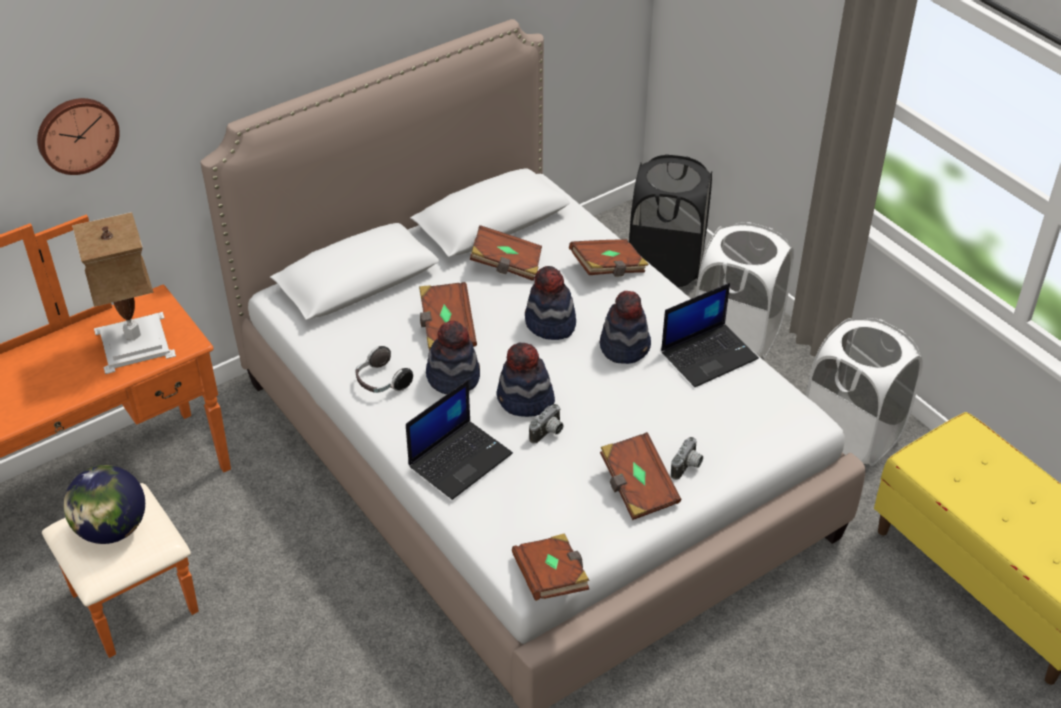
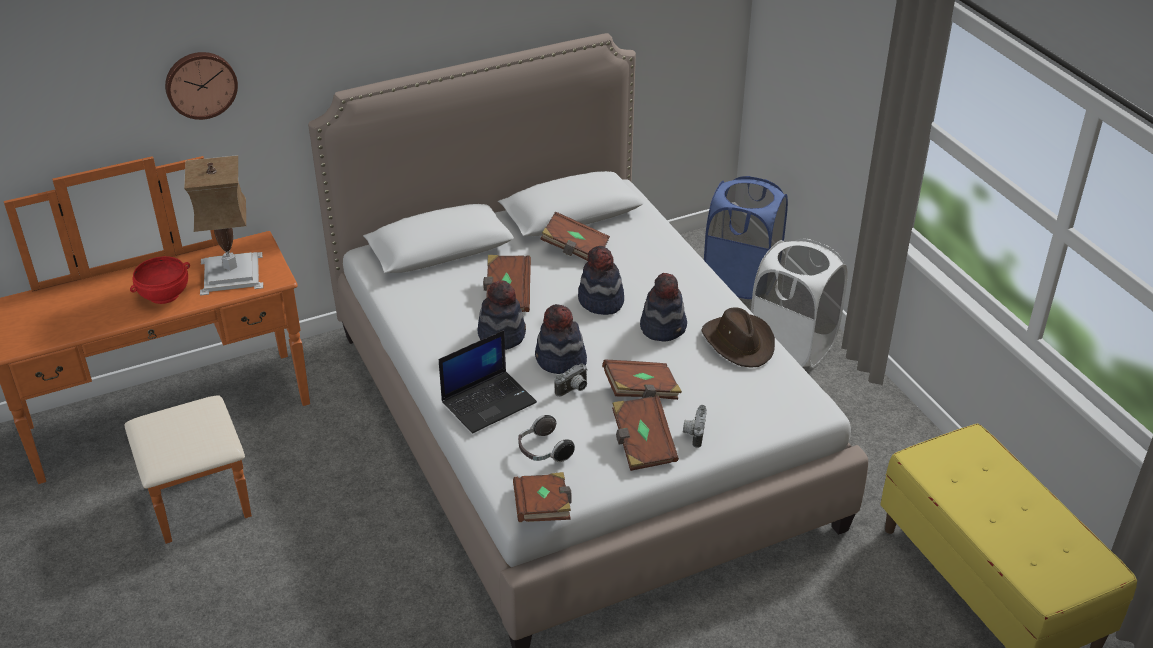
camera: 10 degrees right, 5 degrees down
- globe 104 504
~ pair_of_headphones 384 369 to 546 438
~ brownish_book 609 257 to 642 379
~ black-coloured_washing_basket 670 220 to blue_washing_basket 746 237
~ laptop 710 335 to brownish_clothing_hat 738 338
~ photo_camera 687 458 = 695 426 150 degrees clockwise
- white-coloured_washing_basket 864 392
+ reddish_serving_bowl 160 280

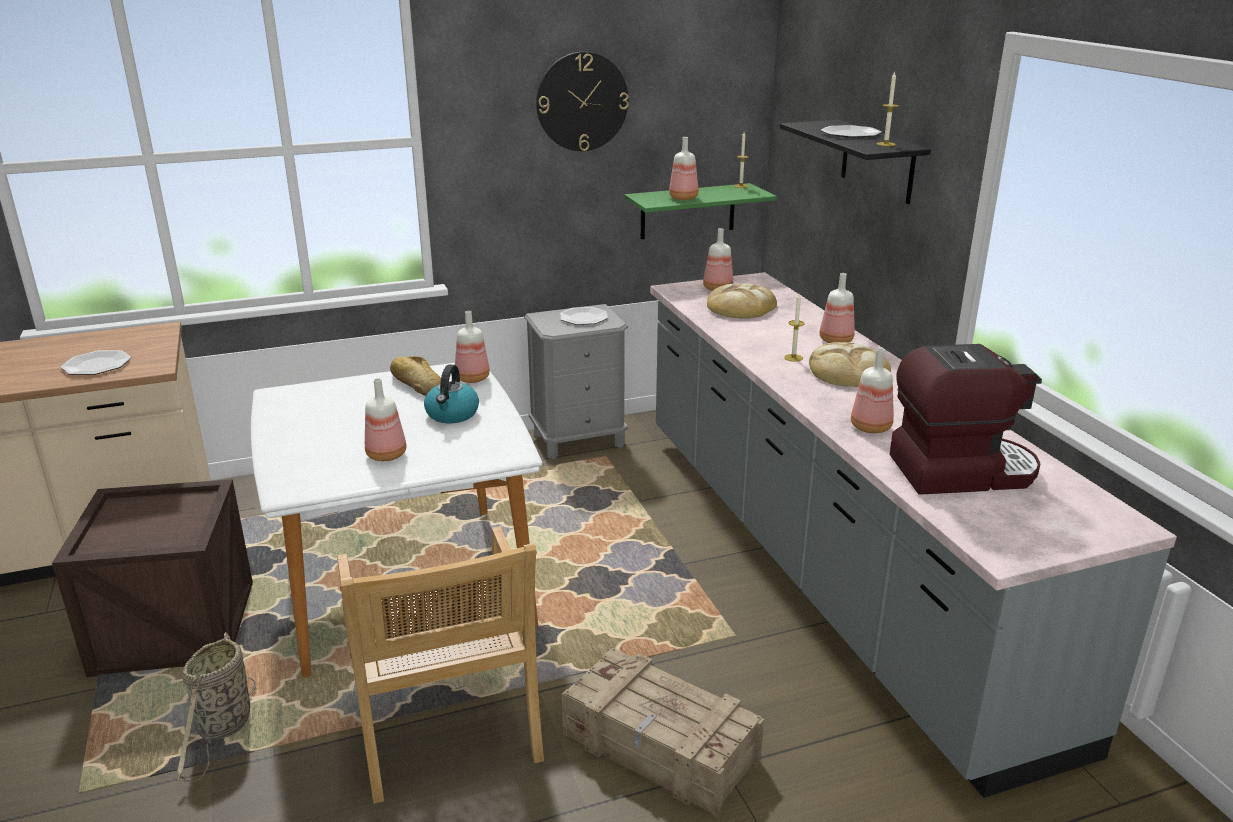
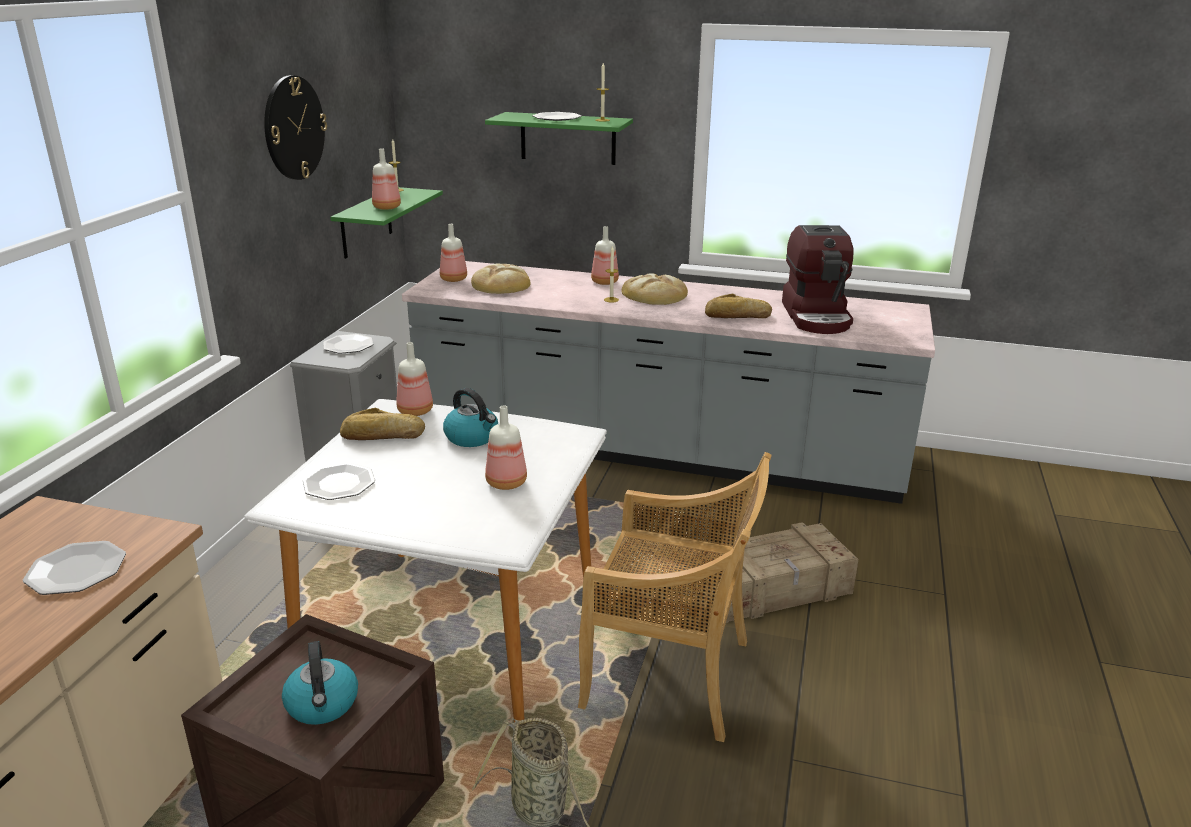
camera: 55 degrees left, 0 degrees up
~ black-coloured_wall_shelf 855 162 to green_wall_shelf 559 138
~ drink_bottle 872 390 to bread 738 306
~ coffee_maker 965 419 = 817 279 150 degrees clockwise
+ kettle 320 683
+ flat_dish 339 481

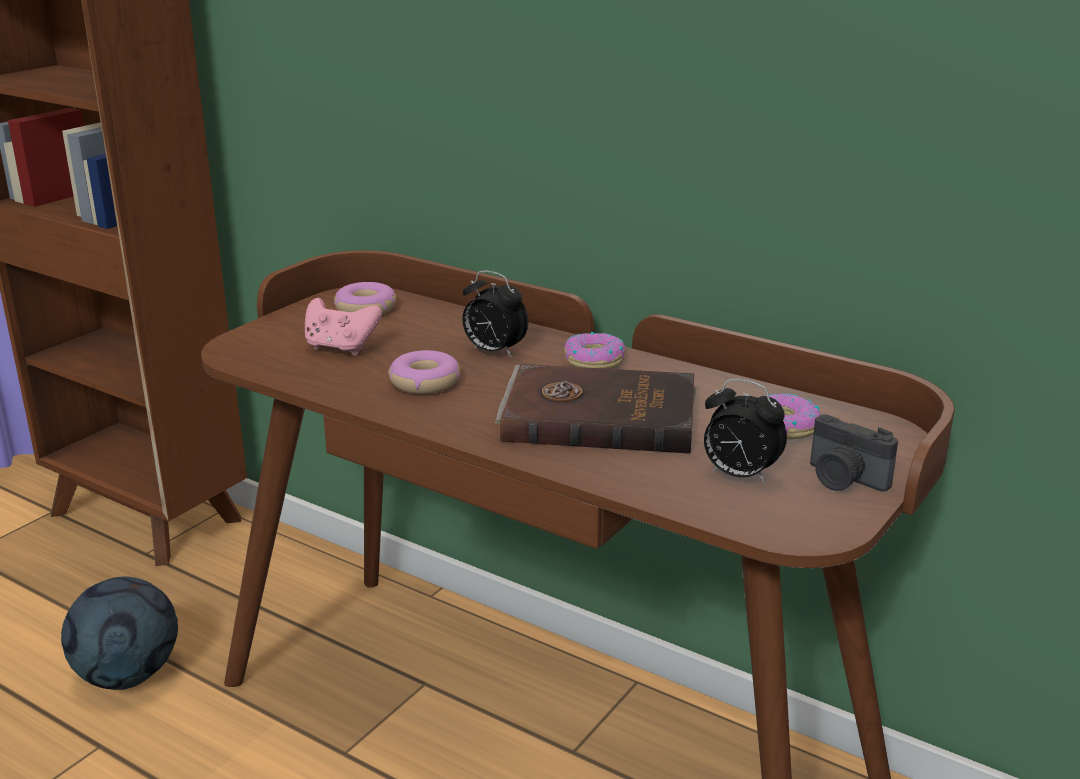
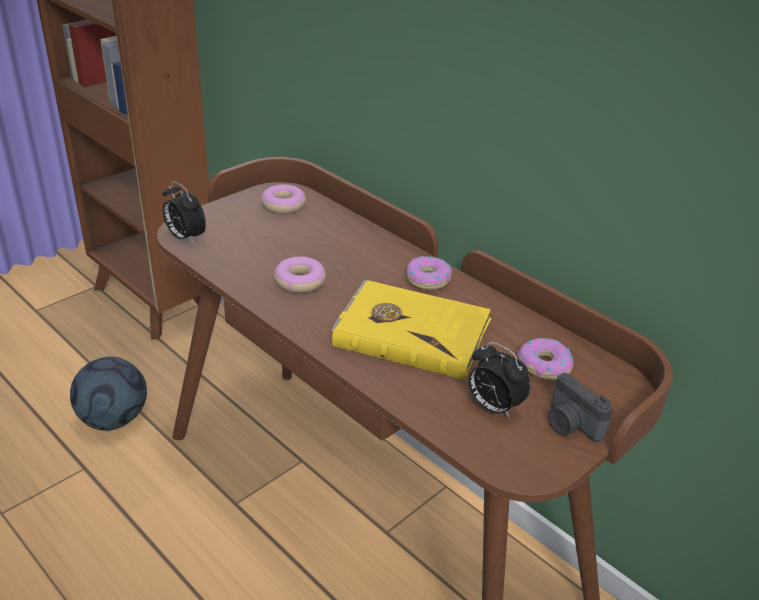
camera: 10 degrees right, 10 degrees up
- pink_gamepad 343 326
~ alarm_clock 495 314 to 184 213
~ brownish_book 596 409 to yellow-coloured_book 411 330

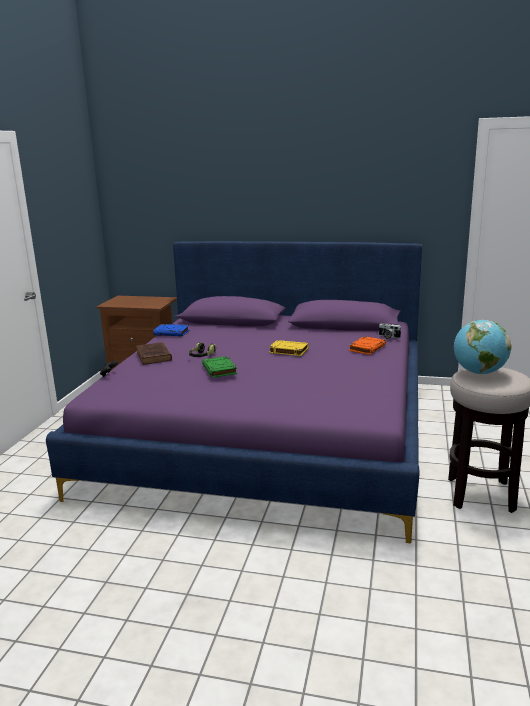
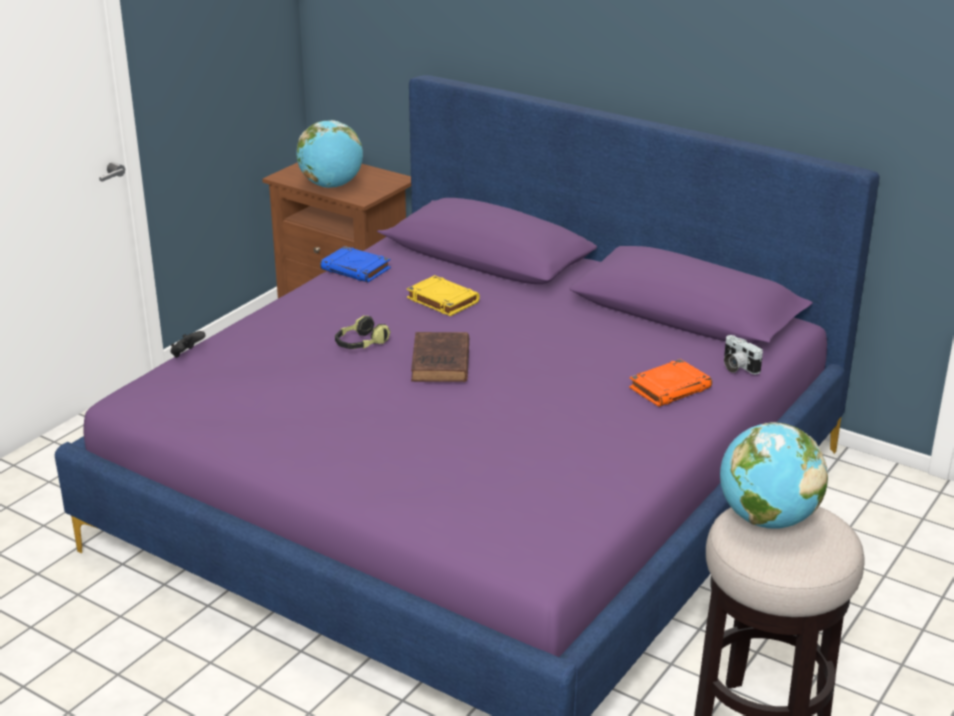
camera: 20 degrees right, 10 degrees up
~ brownish_book 154 353 to 440 357
- green_book 219 367
~ yellow-coloured_book 289 348 to 443 295
+ globe 329 154

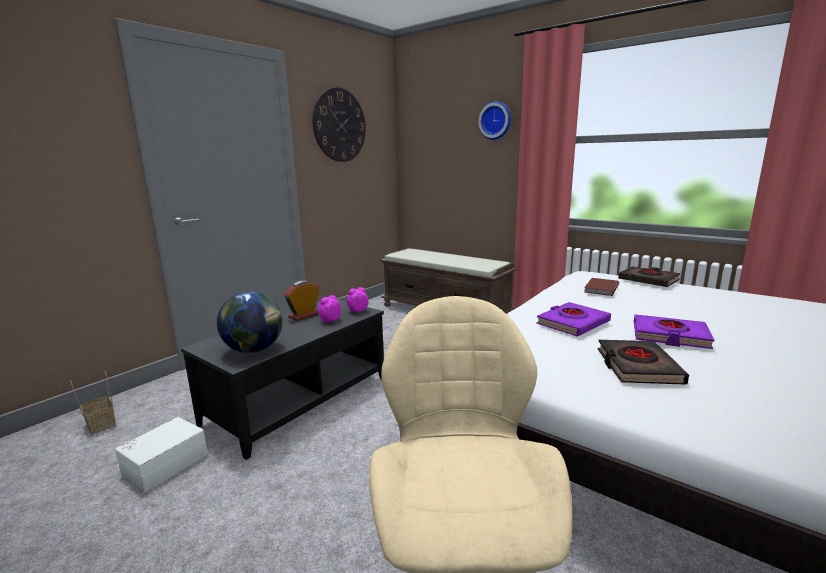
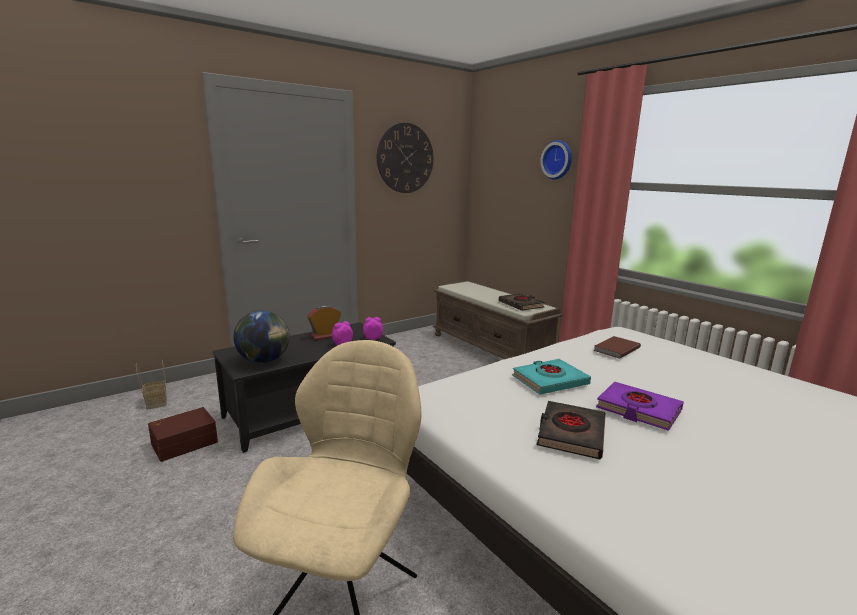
camera: 15 degrees right, 0 degrees up
~ white-coloured_storage_container 161 454 to brownish_storage_container 183 434
~ purplish_book 573 319 to turquoise_book 551 377
~ black-coloured_book 649 276 to 522 302

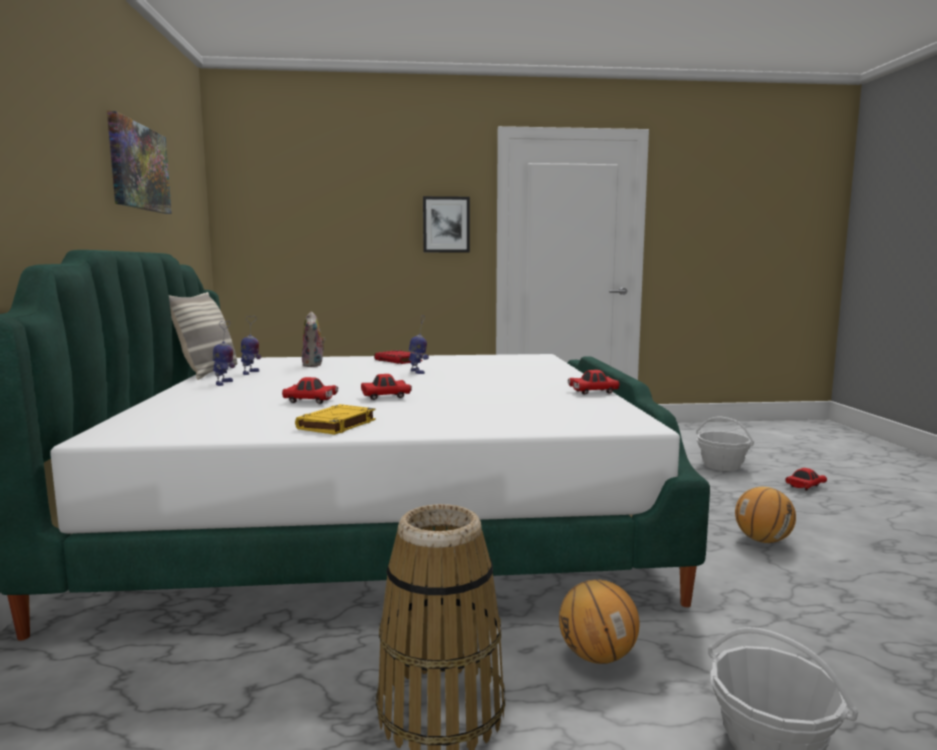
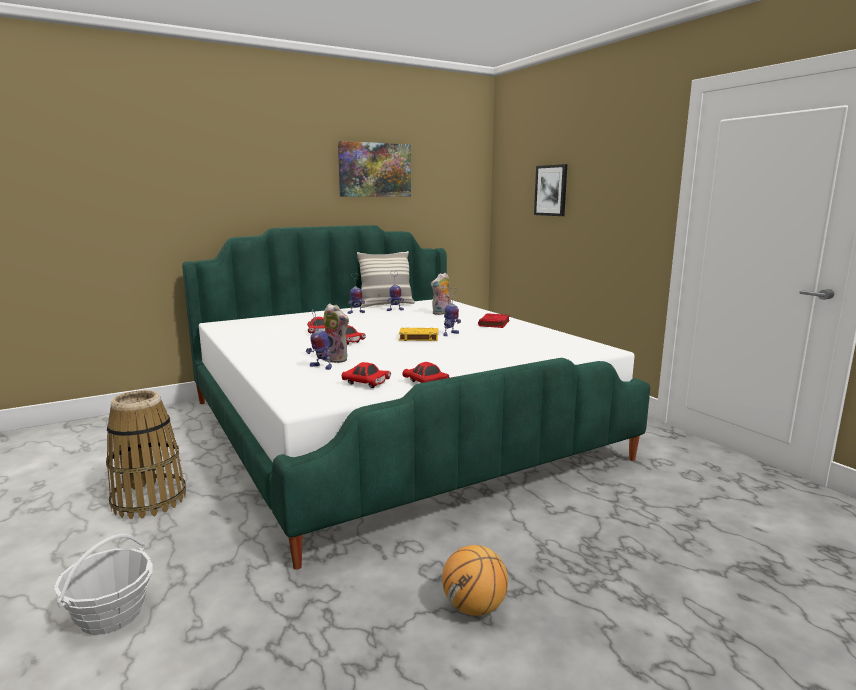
camera: 65 degrees right, 5 degrees up
~ yellow-coloured_book 335 419 to 418 334
~ wall_picture 446 224 to 550 190
- ball_for_basketball 599 621
- household_basket 725 444
~ reddish_model_car 806 479 to 366 375
+ toy_robot 319 340
+ cuddly_toy 335 333

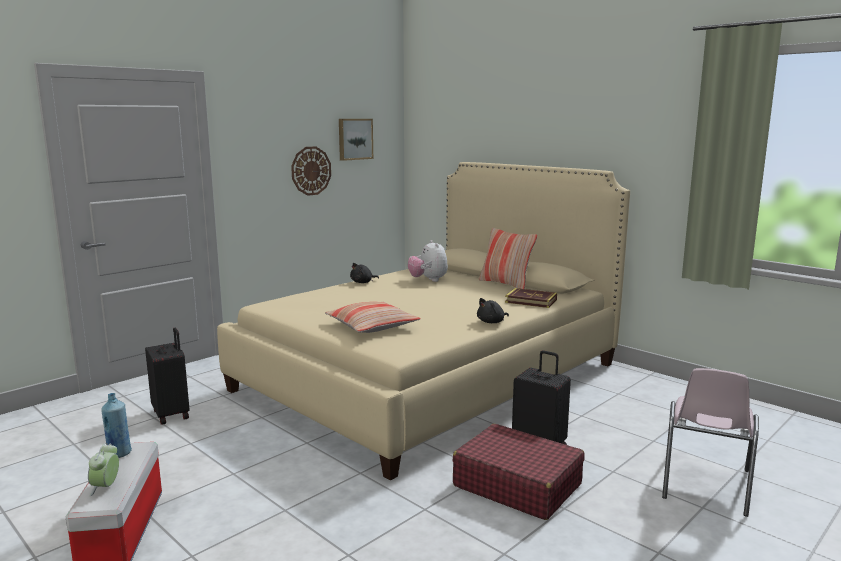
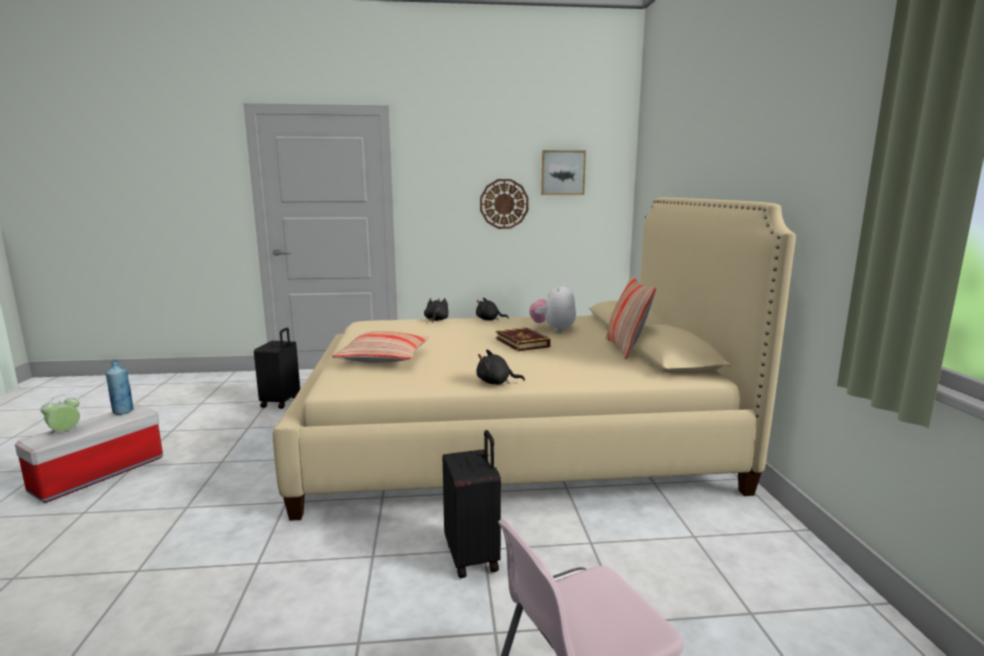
camera: 40 degrees right, 0 degrees up
- reddish_piece_of_luggage 519 472
~ book 531 298 to 523 339
+ black-coloured_cuddly_toy 436 310

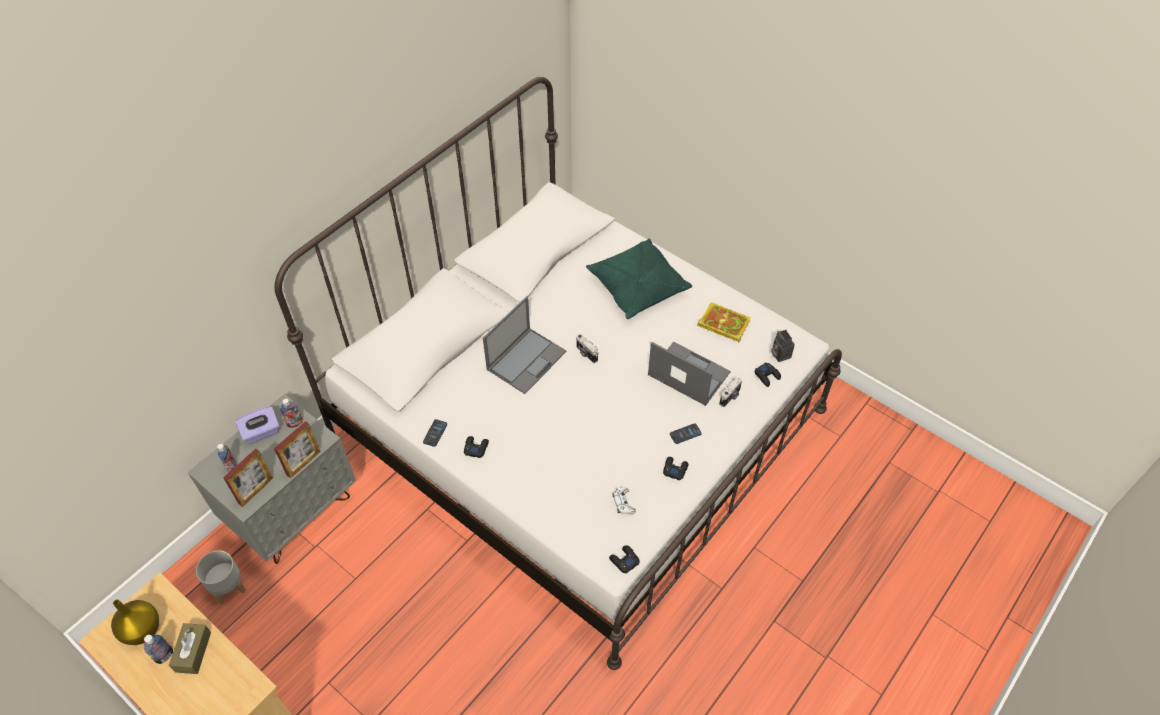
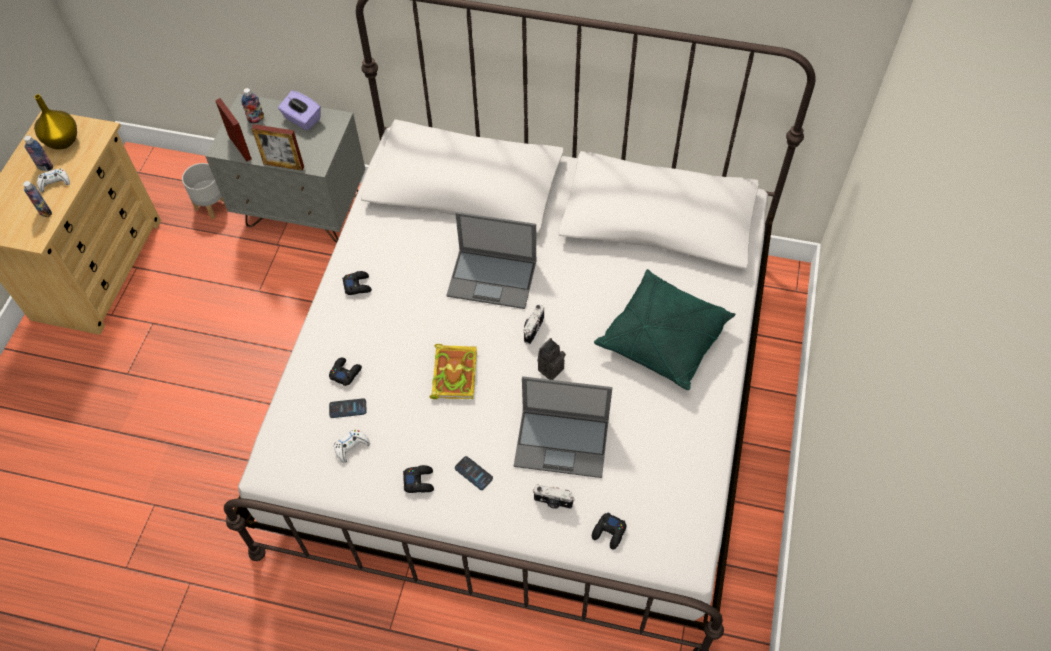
camera: 65 degrees right, 5 degrees up
~ brownish_box_of_tissues 190 648 to white-coloured_gamepad 53 180
~ standing_frame 248 478 = 233 129 135 degrees counterclockwise
~ drink_bottle 291 413 to 37 199
~ handset 435 433 to 348 408
~ black-coloured_gamepad 624 559 to 345 372
~ laptop 689 374 = 563 427 90 degrees clockwise
~ book 724 322 to 453 371
~ photo_camera 783 346 to 551 359

